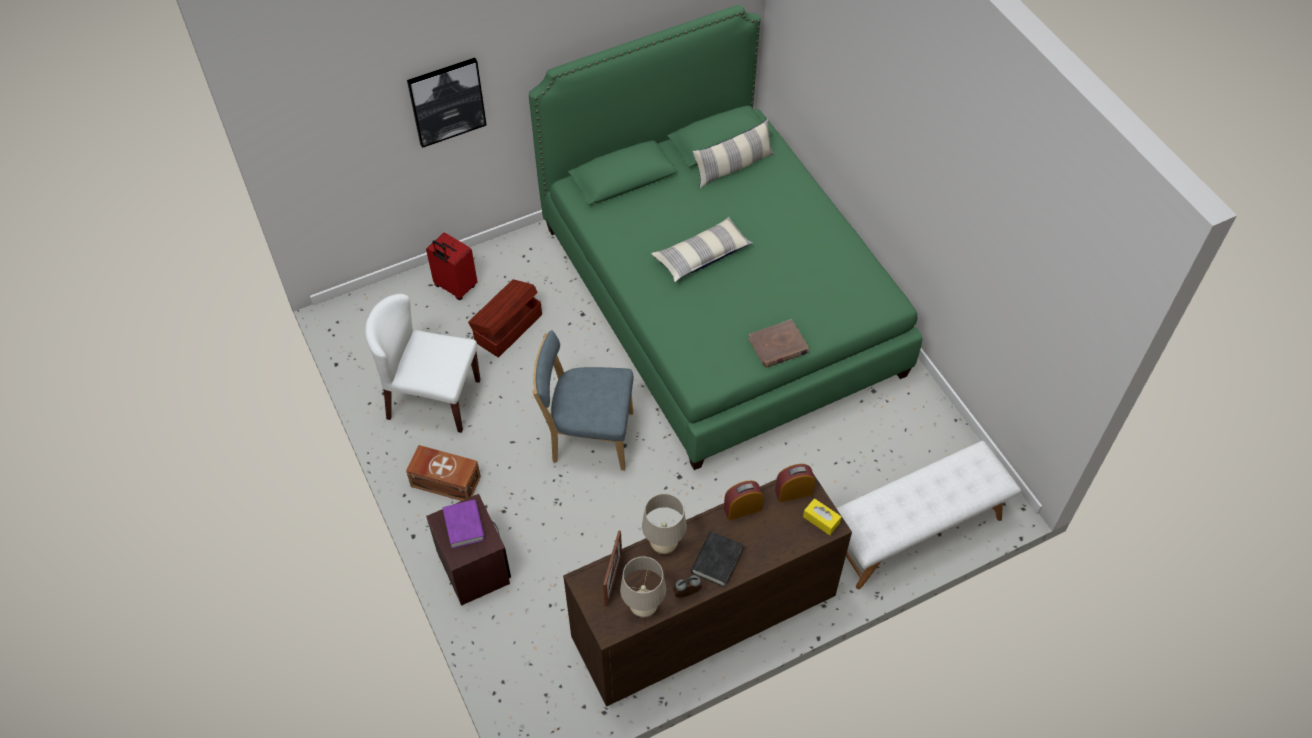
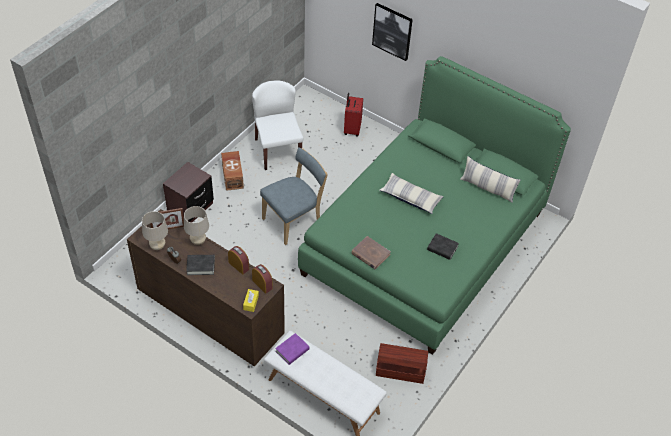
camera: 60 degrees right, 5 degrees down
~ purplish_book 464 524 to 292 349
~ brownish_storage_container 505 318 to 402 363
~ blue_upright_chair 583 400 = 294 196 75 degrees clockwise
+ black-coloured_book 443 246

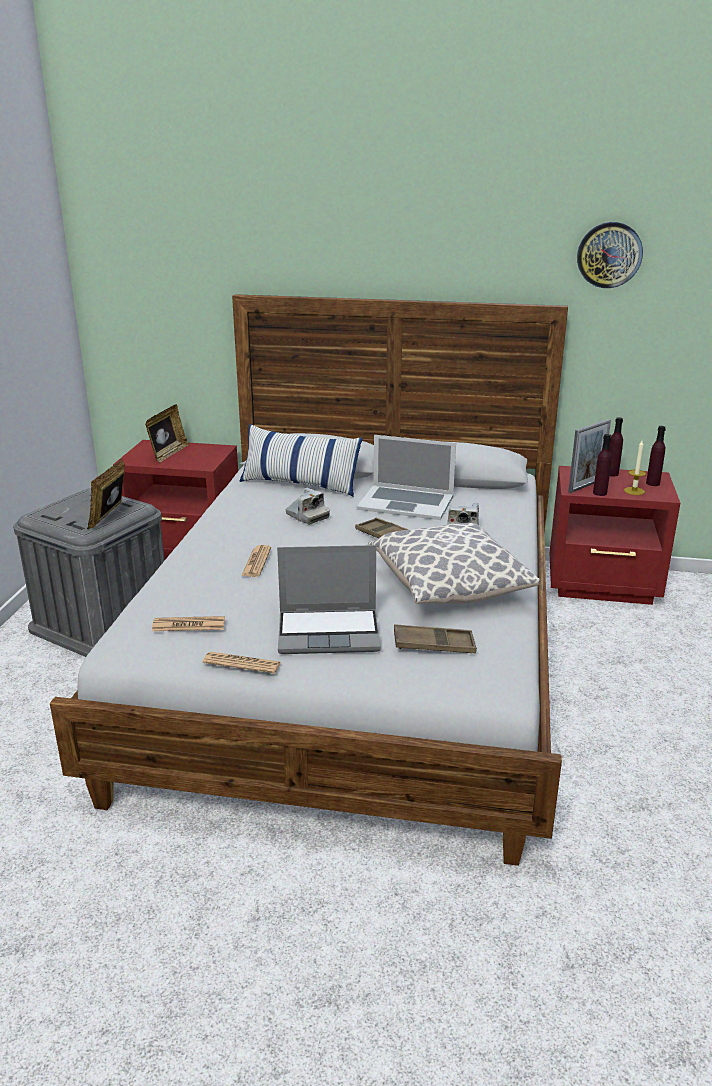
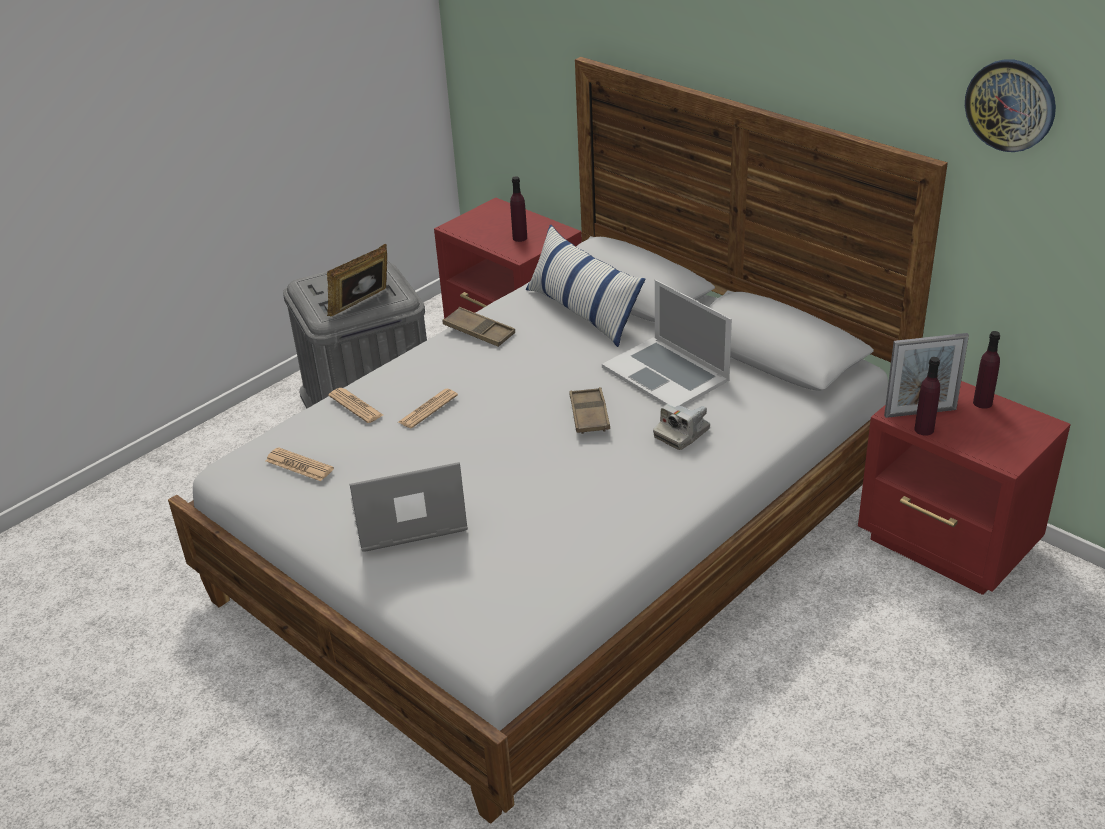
camera: 35 degrees right, 10 degrees up
- standing_frame 167 433
~ printed_paper 242 663 to 355 405
~ laptop 329 599 = 409 506 135 degrees clockwise
- photo_camera 308 506
- pillow 454 563
~ brownish_tray 435 638 to 479 327
- candle 635 468
~ purplish_drink_bottle 656 456 to 518 209

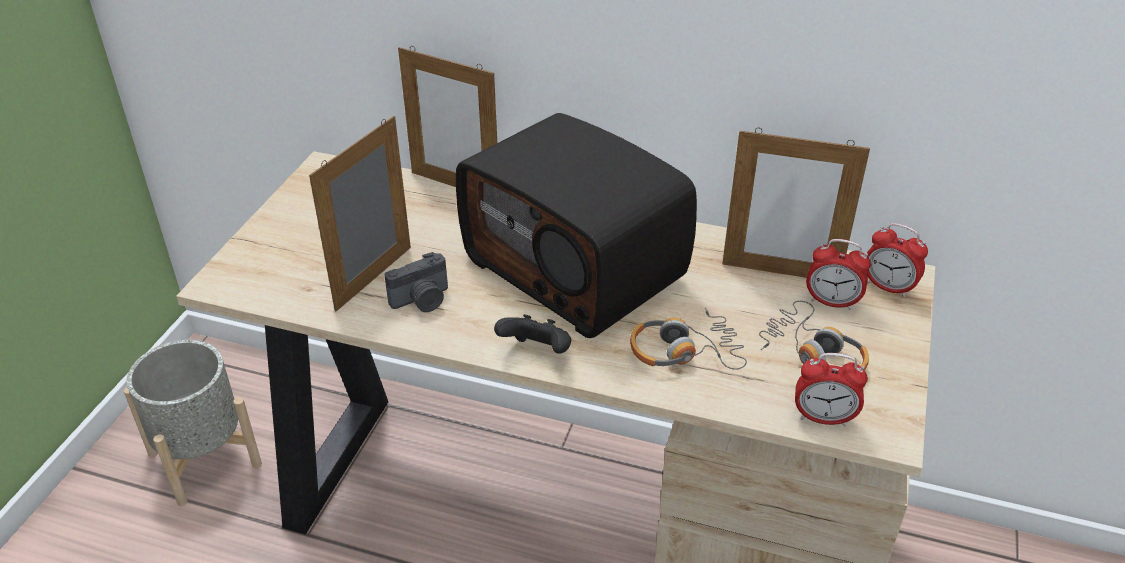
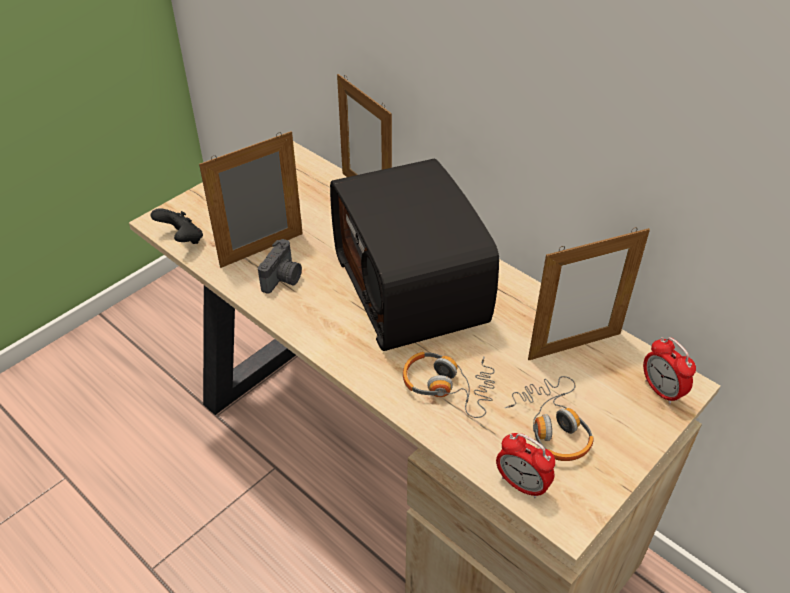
camera: 25 degrees right, 5 degrees up
- greyish_planter 193 423
~ photo_camera 416 282 = 280 266 60 degrees counterclockwise
~ black-coloured_gamepad 532 334 to 176 226
~ standing_frame 796 203 = 589 294 60 degrees counterclockwise
- alarm_clock 838 274

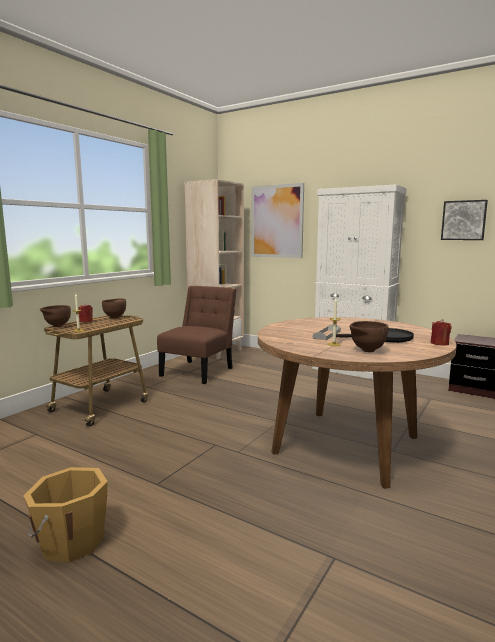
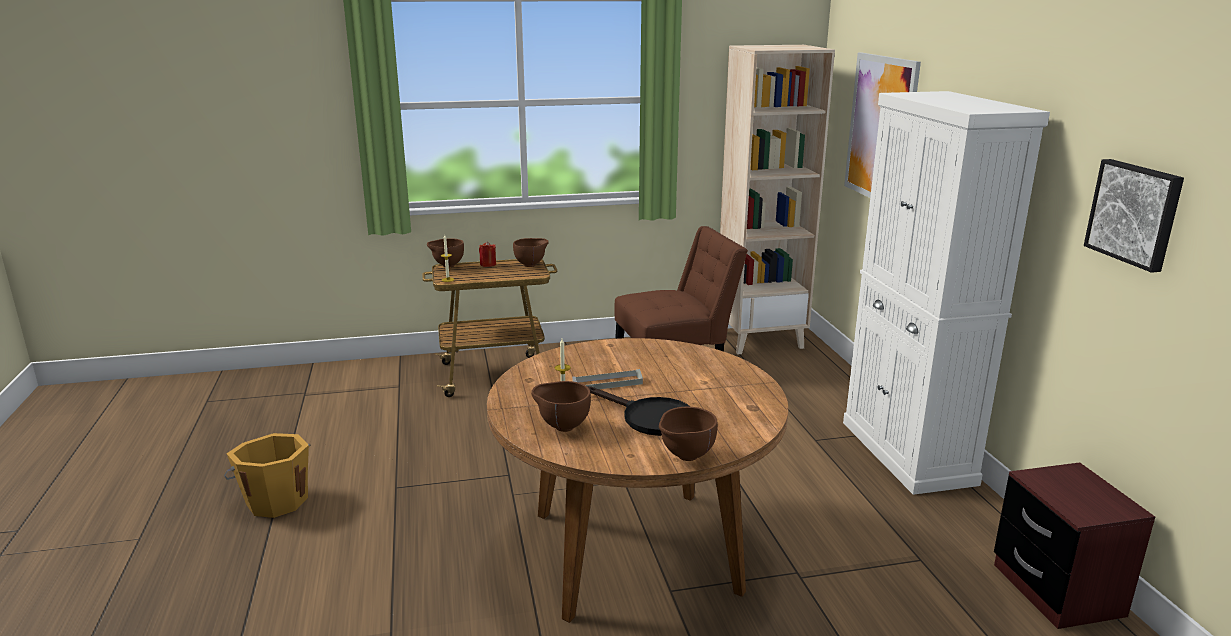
camera: 45 degrees right, 10 degrees up
~ reddish_candle 441 332 to brownish_serving_bowl 688 434

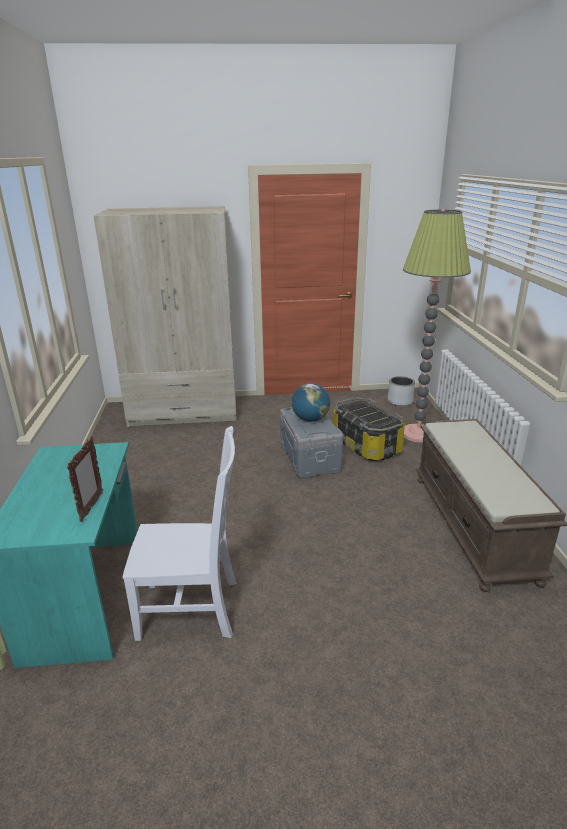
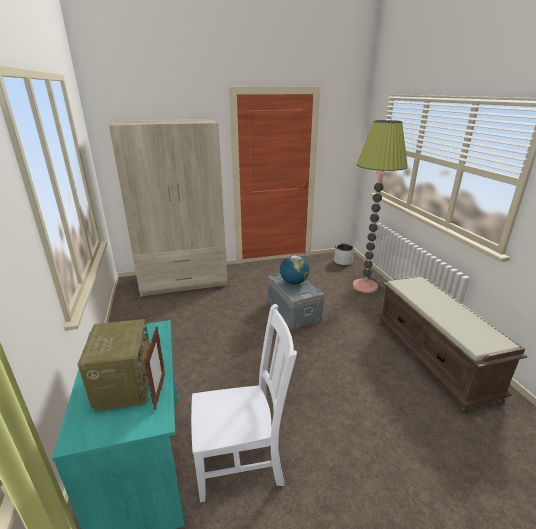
camera: 10 degrees left, 0 degrees up
- storage_container 369 429
+ radio_set 113 365

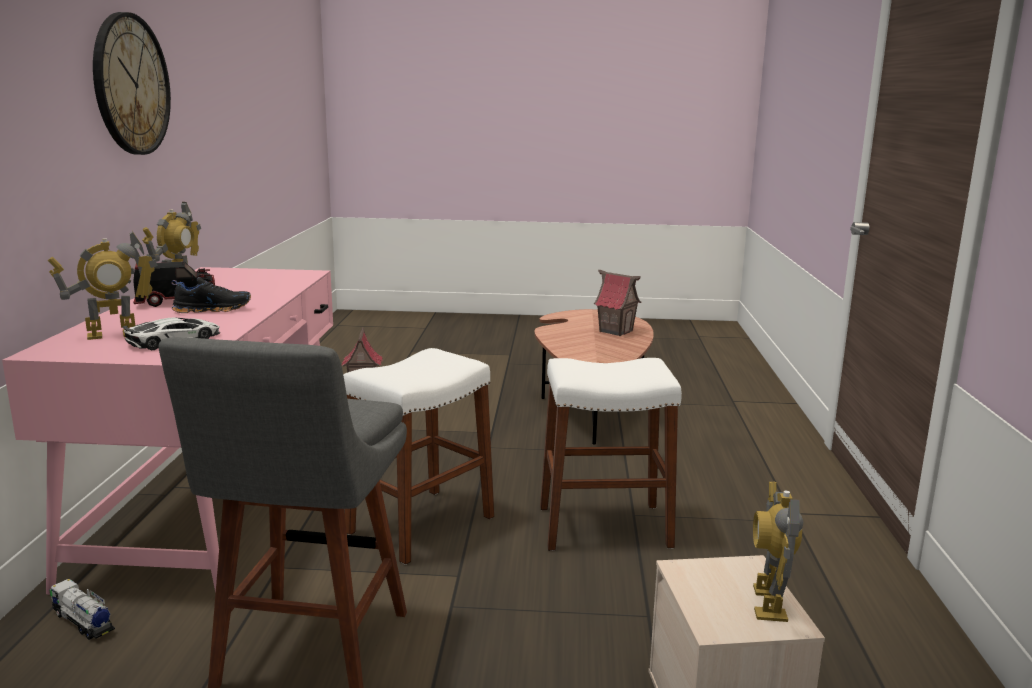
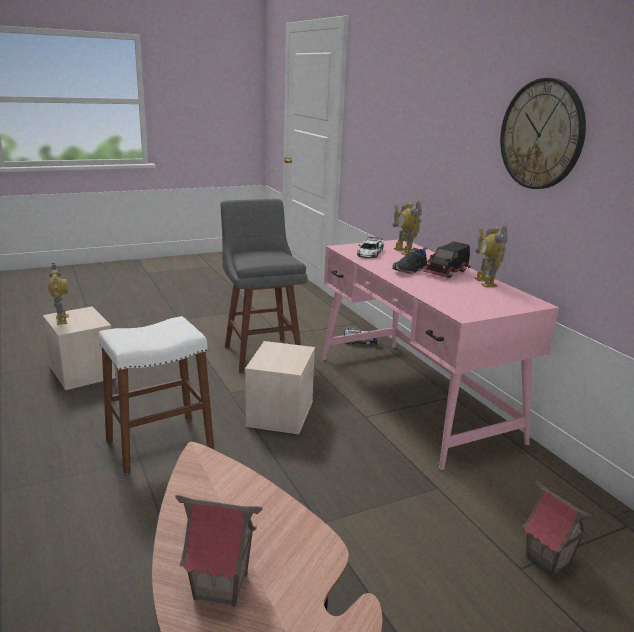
camera: 150 degrees right, 5 degrees up
~ toy_robot 103 285 = 407 228 60 degrees counterclockwise
~ white-coloured_stool_seat 418 456 to sand-coloured_storage_container 280 387

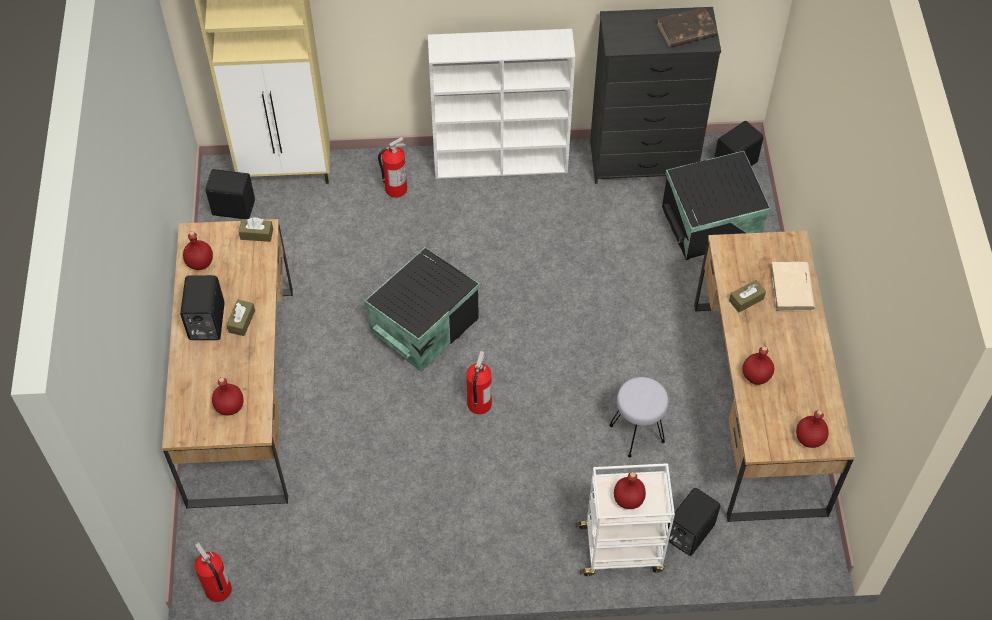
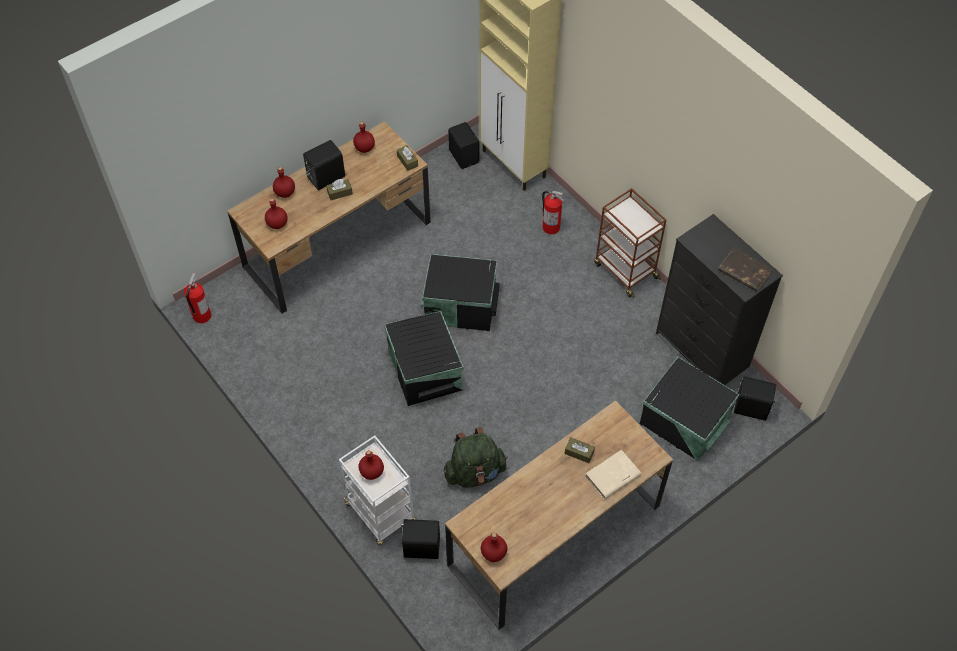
camera: 55 degrees right, 0 degrees up
~ white-coloured_shelving_unit 501 104 to brownish_cart 630 243
~ fire_extinguisher 479 382 to black-coloured_storage_container 423 359
~ greyish_stool_seat 639 417 to green_backpack 476 457
~ reddish_drink_bottle 758 365 to 284 182

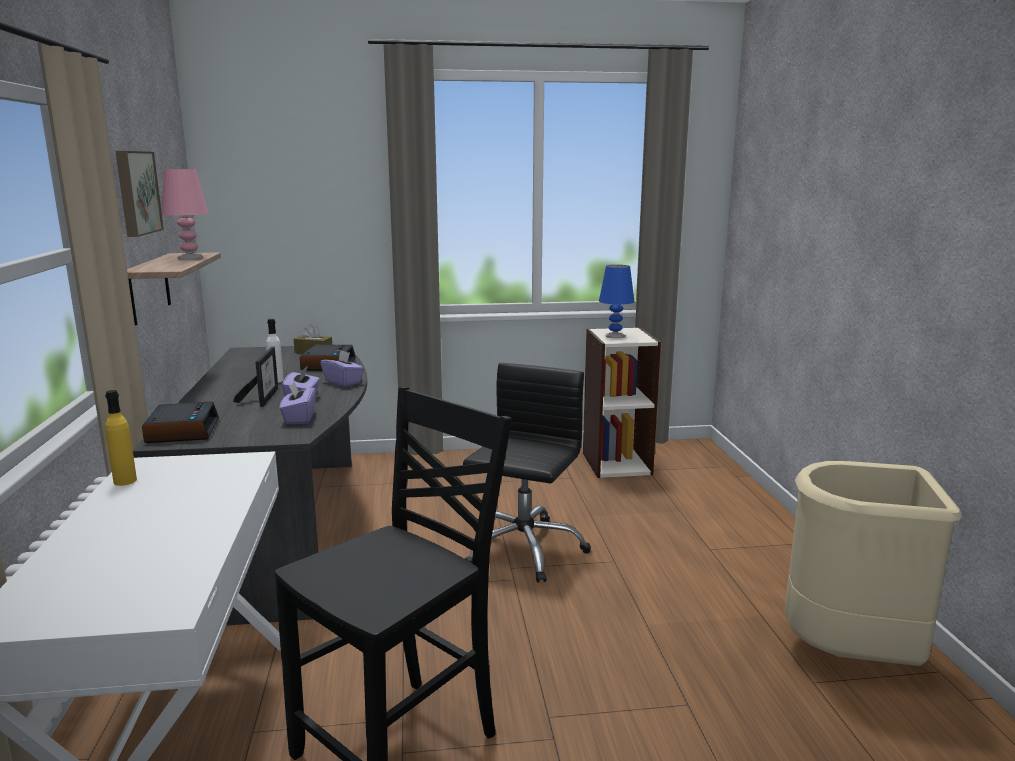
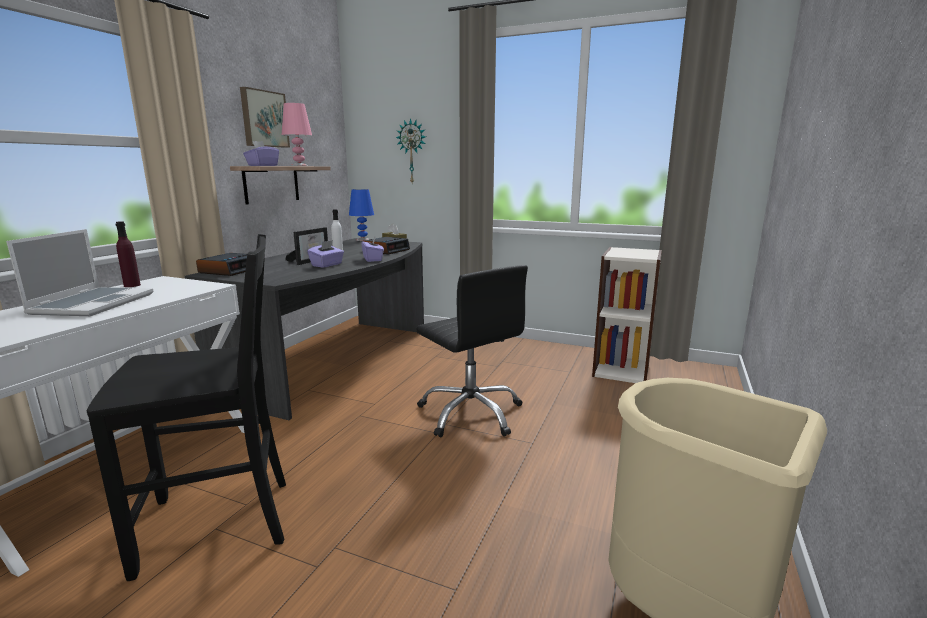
camera: 30 degrees right, 0 degrees up
~ yellow-coloured_drink_bottle 121 438 to purplish_drink_bottle 128 254
~ purplish_box_of_tissues 298 403 to 261 153
~ black-coloured_office_chair 527 473 = 472 351 90 degrees clockwise
~ blue_table_lamp 616 301 to 361 215
+ laptop 79 272
+ hanging_clock 411 150

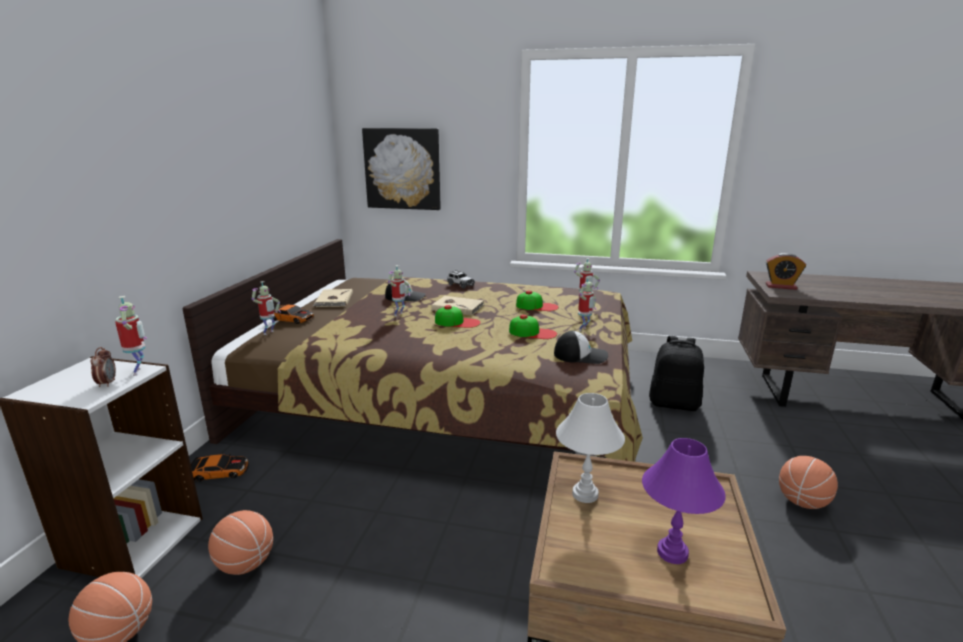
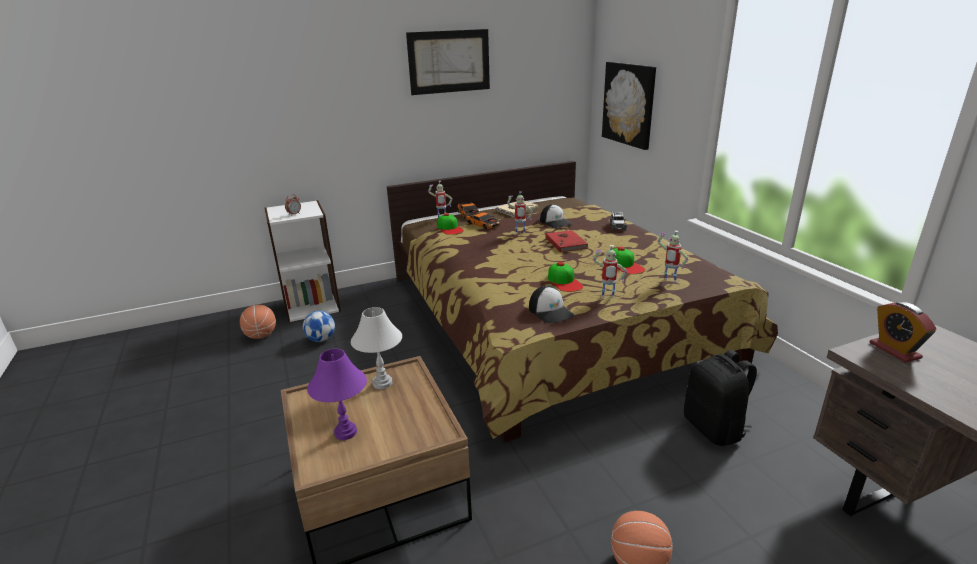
camera: 55 degrees right, 5 degrees up
- toy_robot 131 336
~ model_car 220 468 to 483 220
~ ball_for_basketball 240 542 to ball_for_football 319 326
~ sand-coloured_book 457 306 to reddish_book 567 241
~ peaked_cap 457 316 to 450 224
+ wall_picture 448 62

